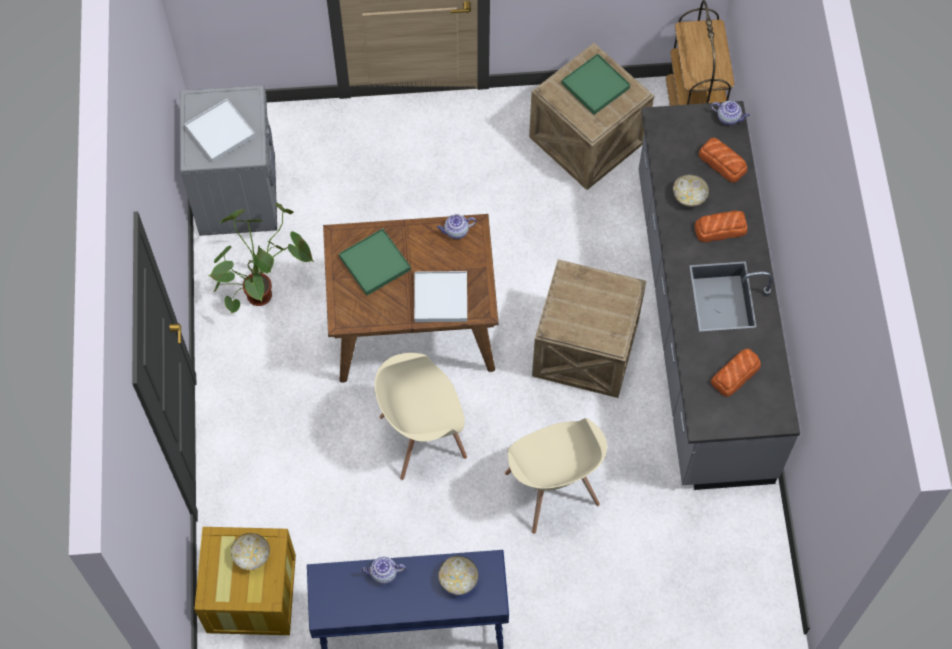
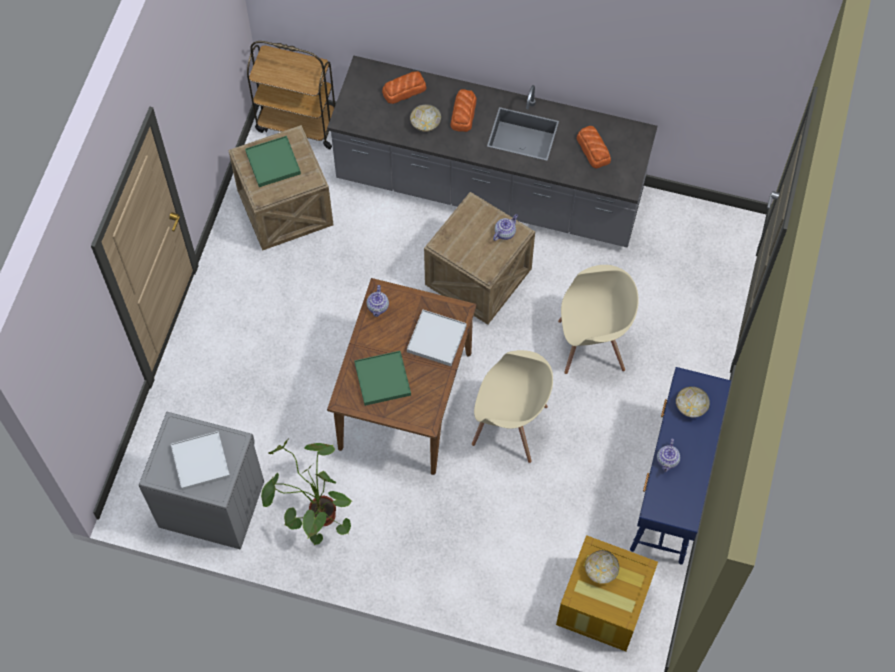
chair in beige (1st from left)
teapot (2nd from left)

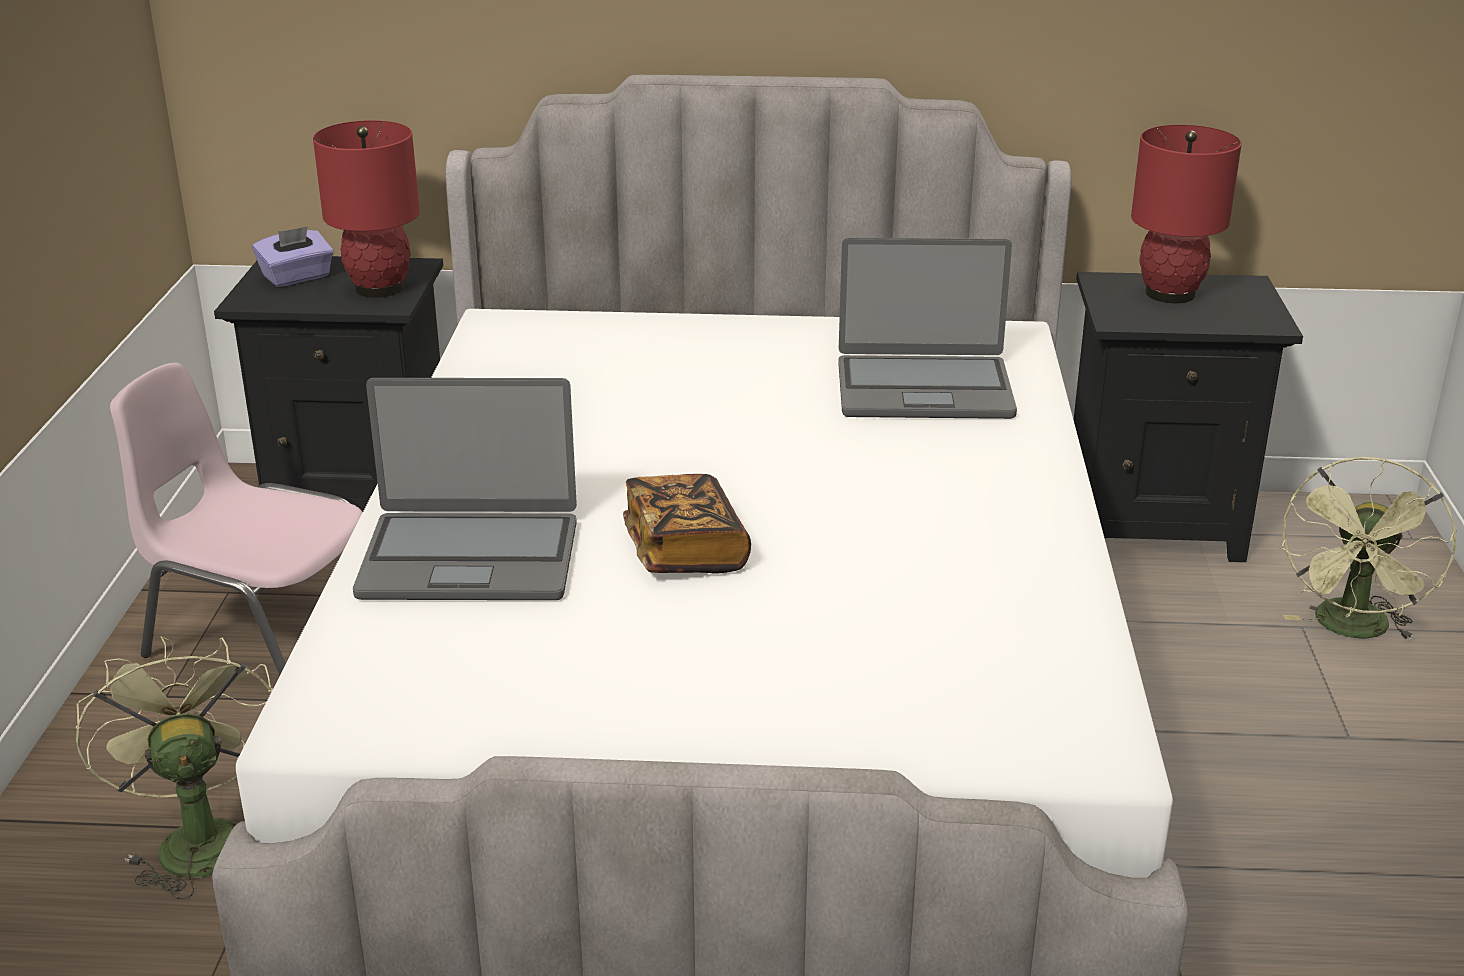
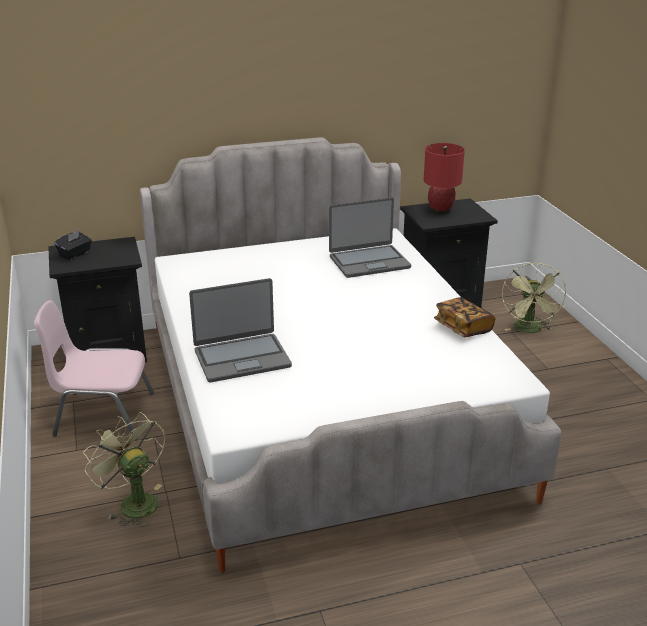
tissue box in black
book
table lamp in red (1st from left in the first image)

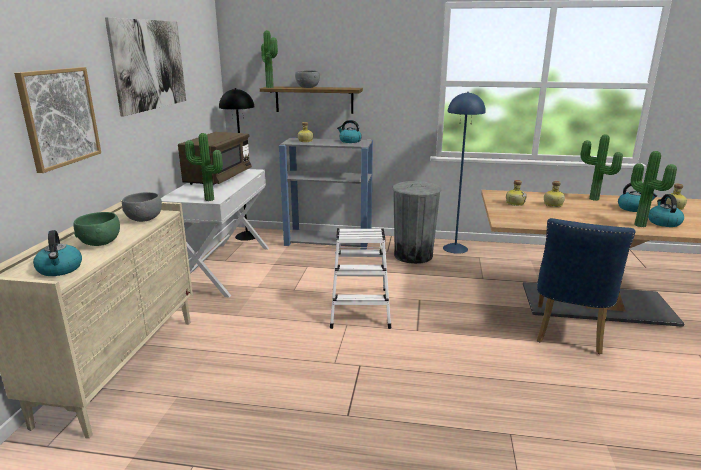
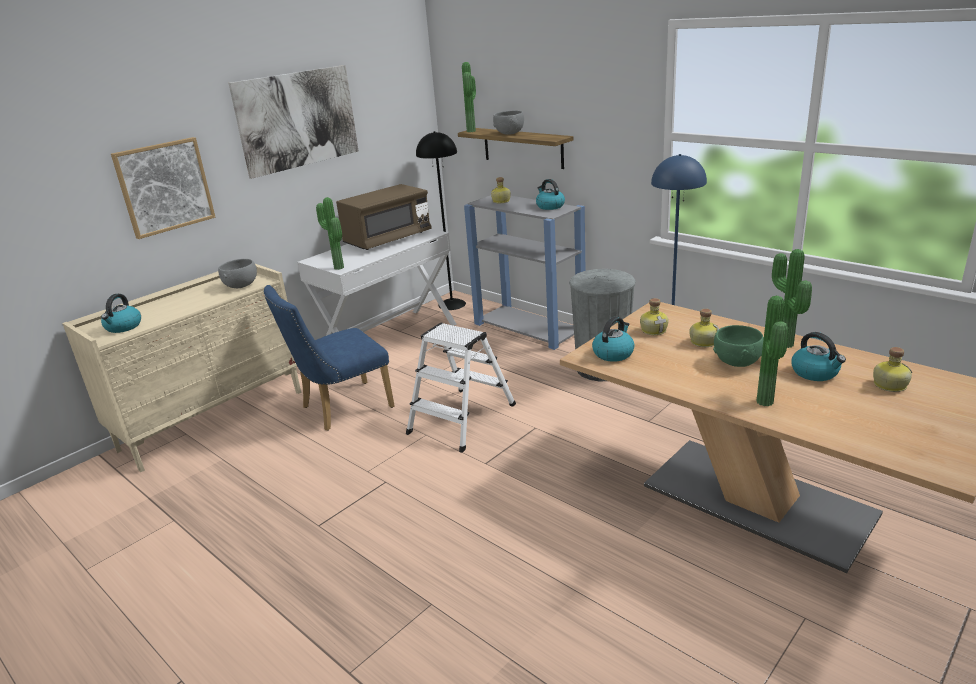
chair in blue
kettle (3rd from left)
bowl in green

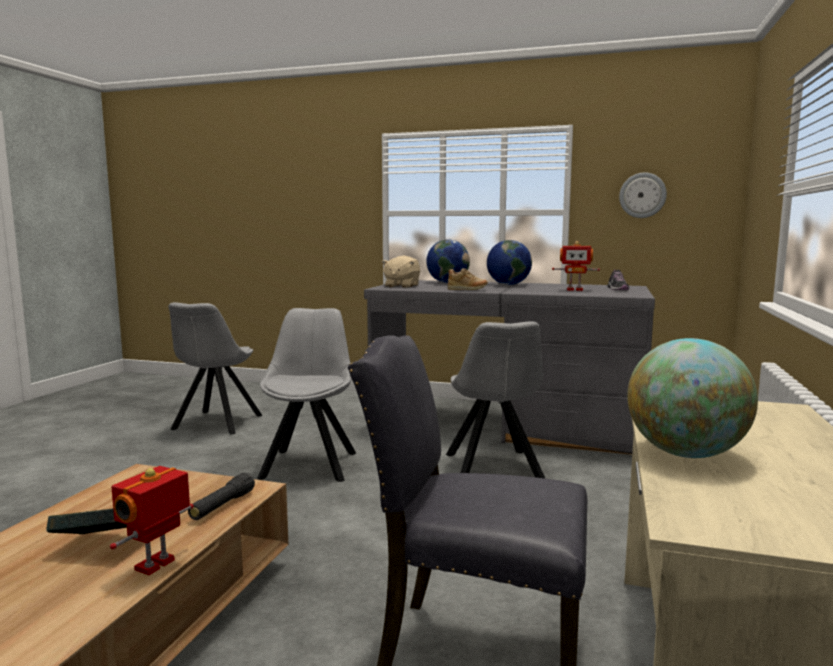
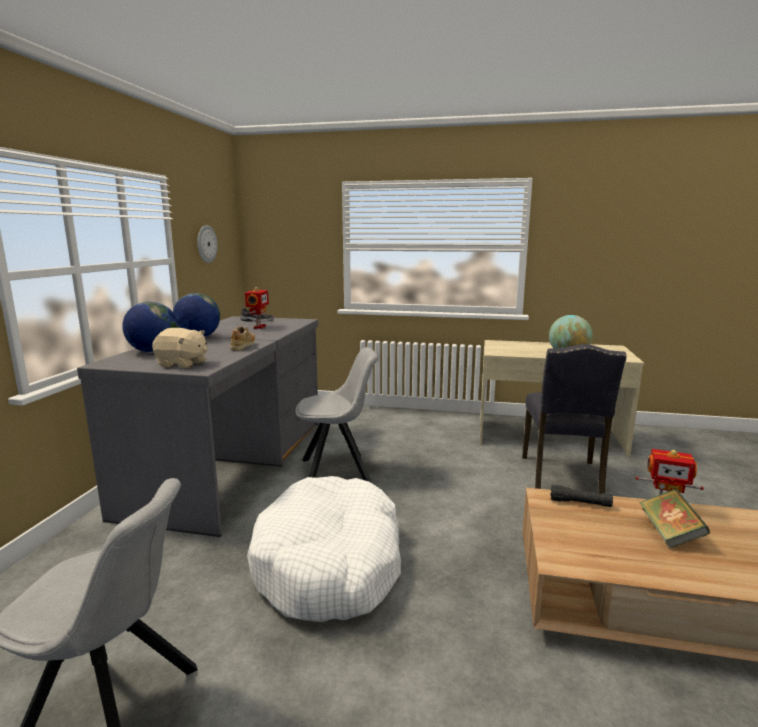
dog bed in white

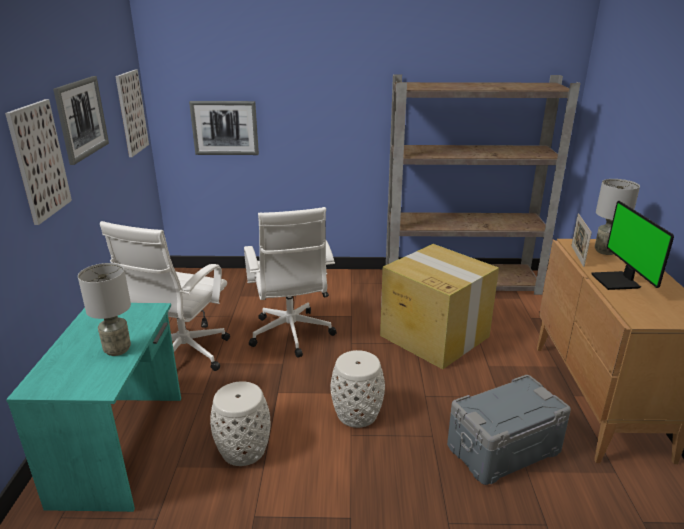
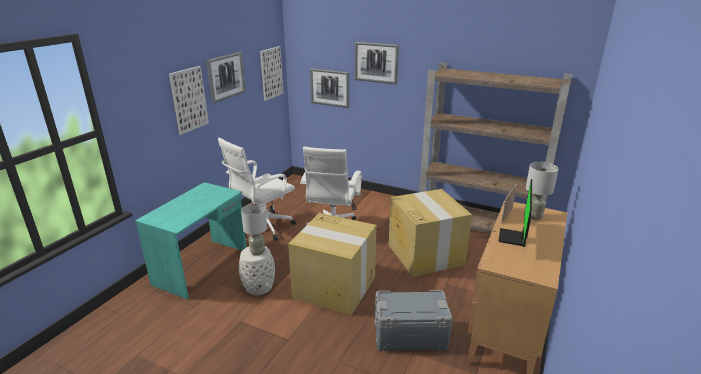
table lamp in grey (1st from left)
cardboard box (1st from left)
picture (5th from left)

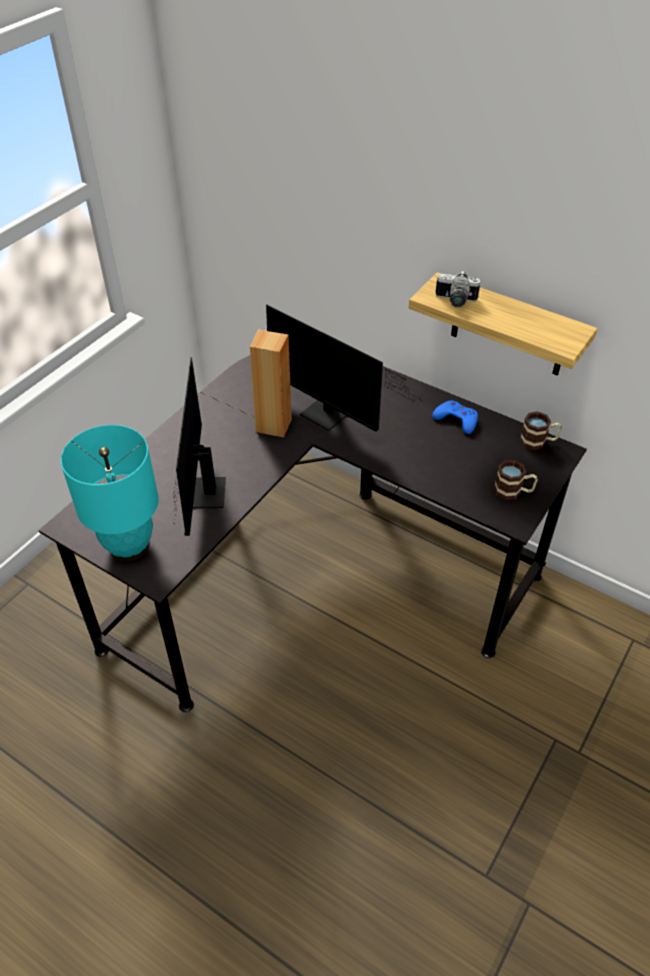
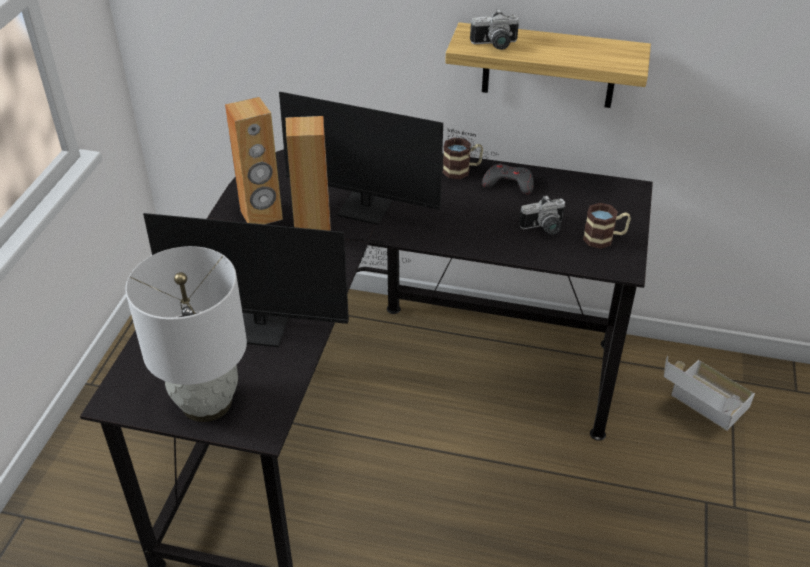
table lamp in white
monitor (1st from left)
speaker in brown (1st from left)
mug (1st from left)
game controller in grey
photo camera (2nd from left)
cardboard box

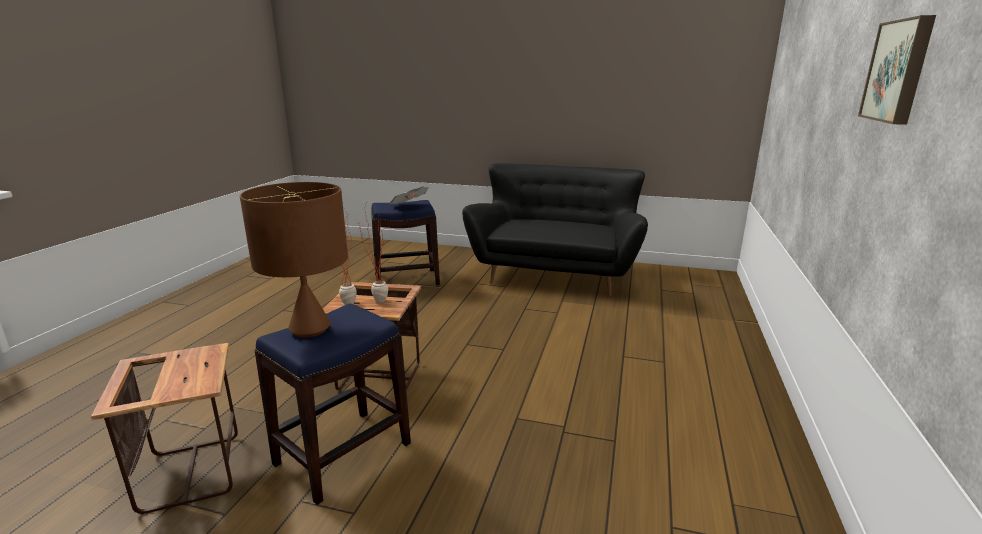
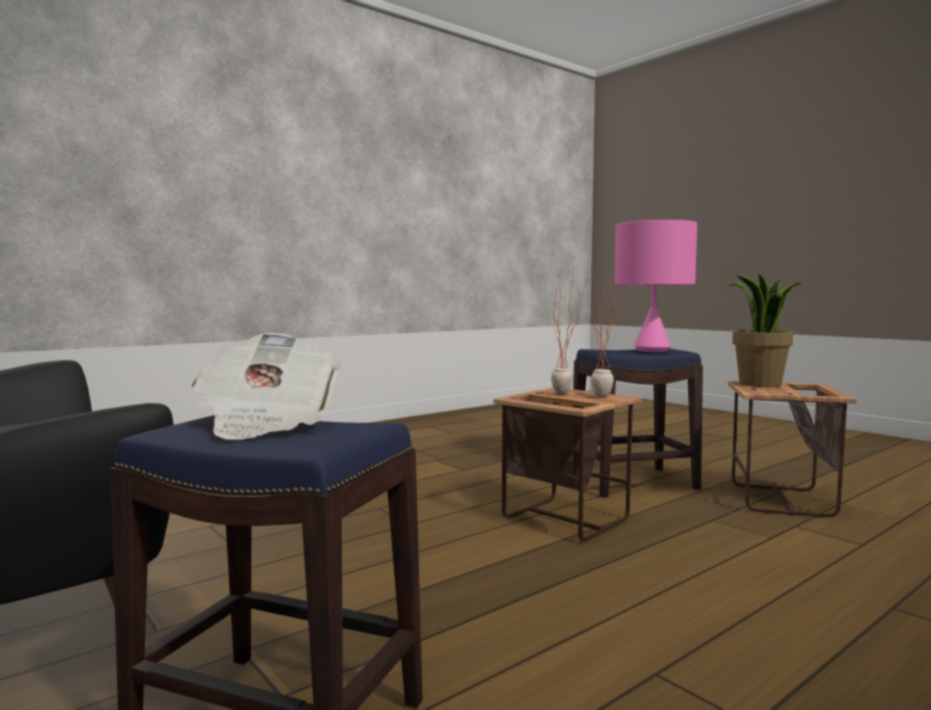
table lamp in pink
potted plant (3rd from left)
picture

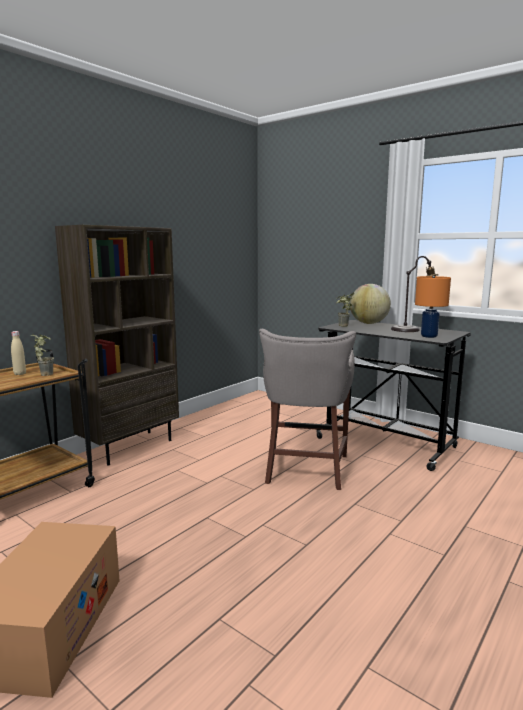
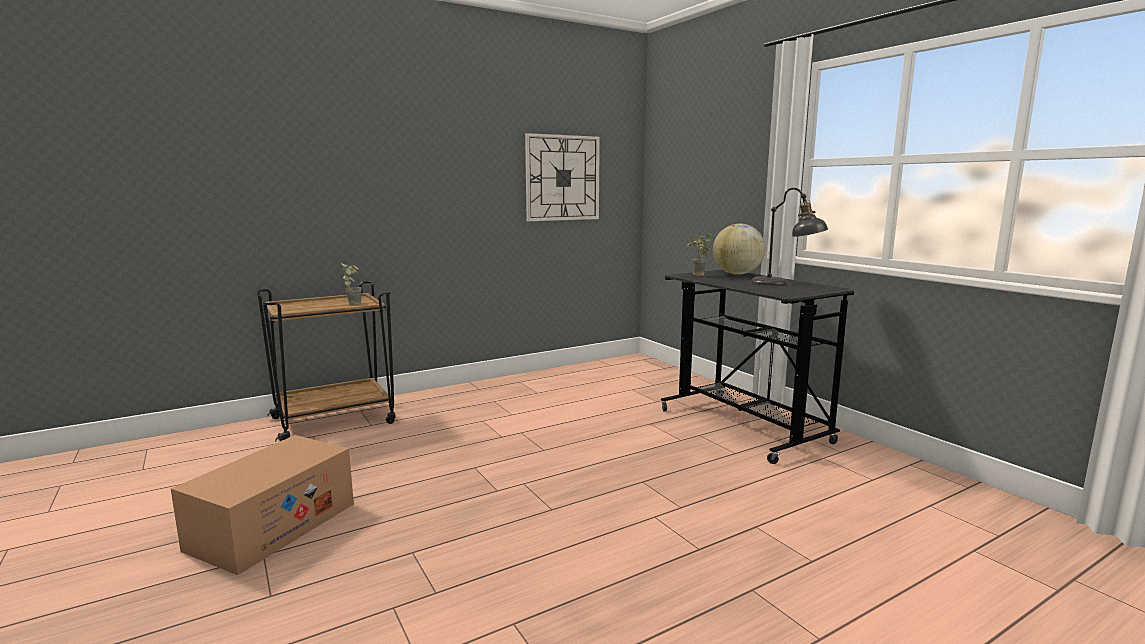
wall clock
bottle in beige
bookcase in brown
stool in grey
table lamp in orange

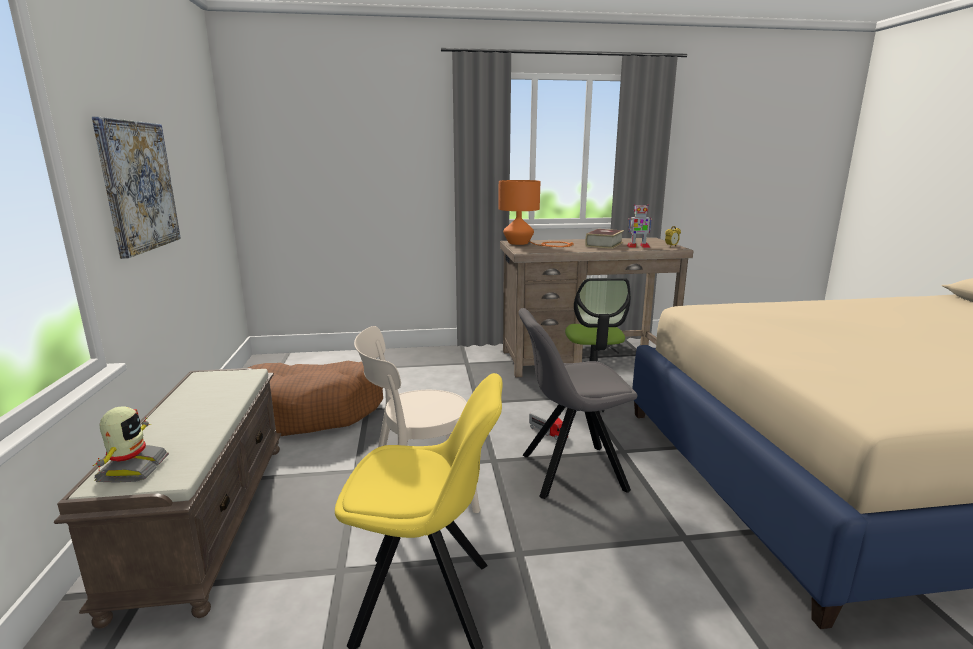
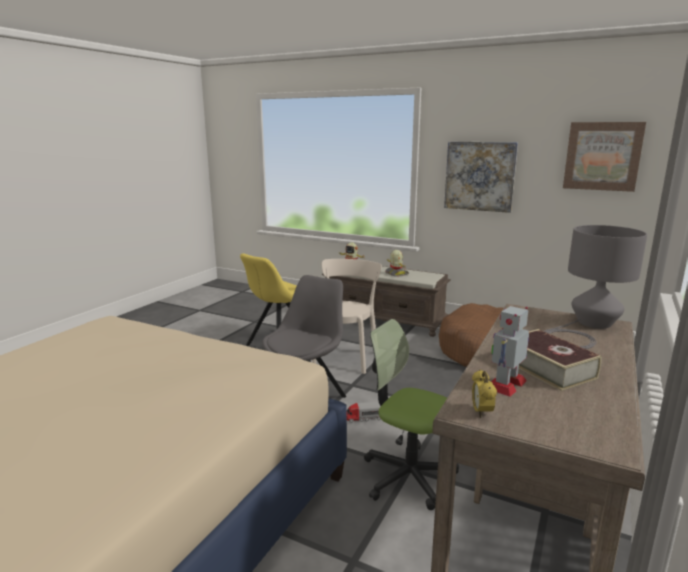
toy robot (2nd from left)
table lamp in grey
picture (2nd from left)

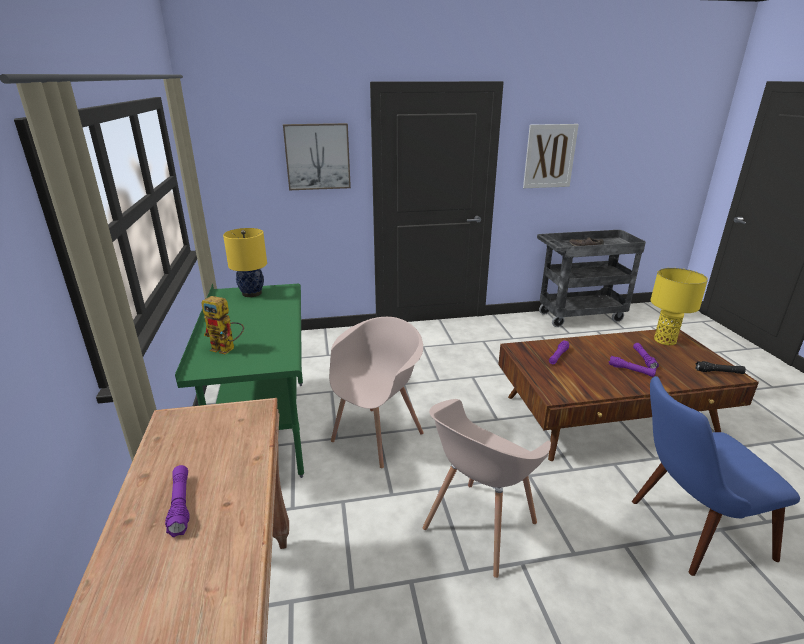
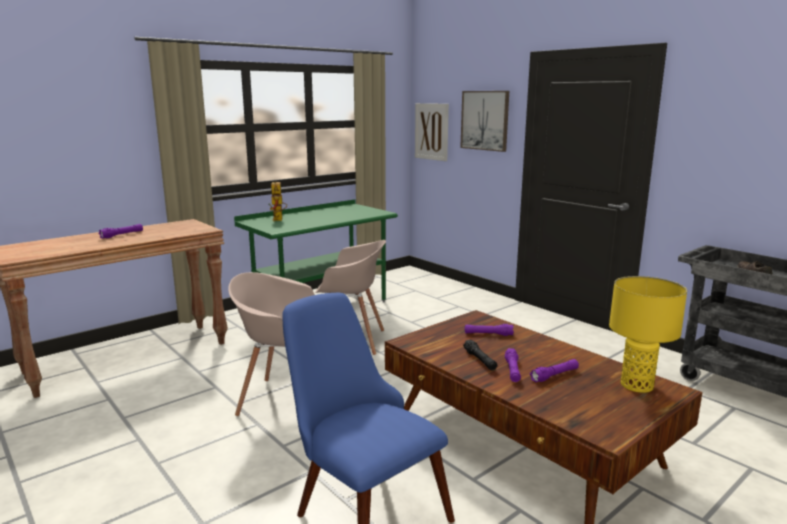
picture (1st from left)
flashlight in black
table lamp in yellow (1st from left in the first image)

